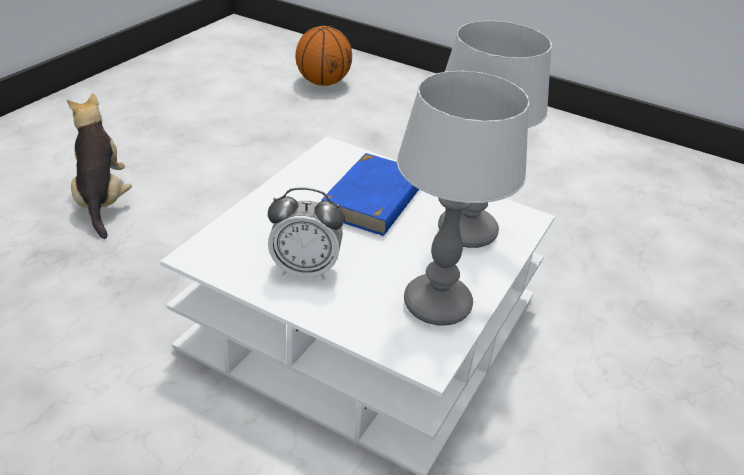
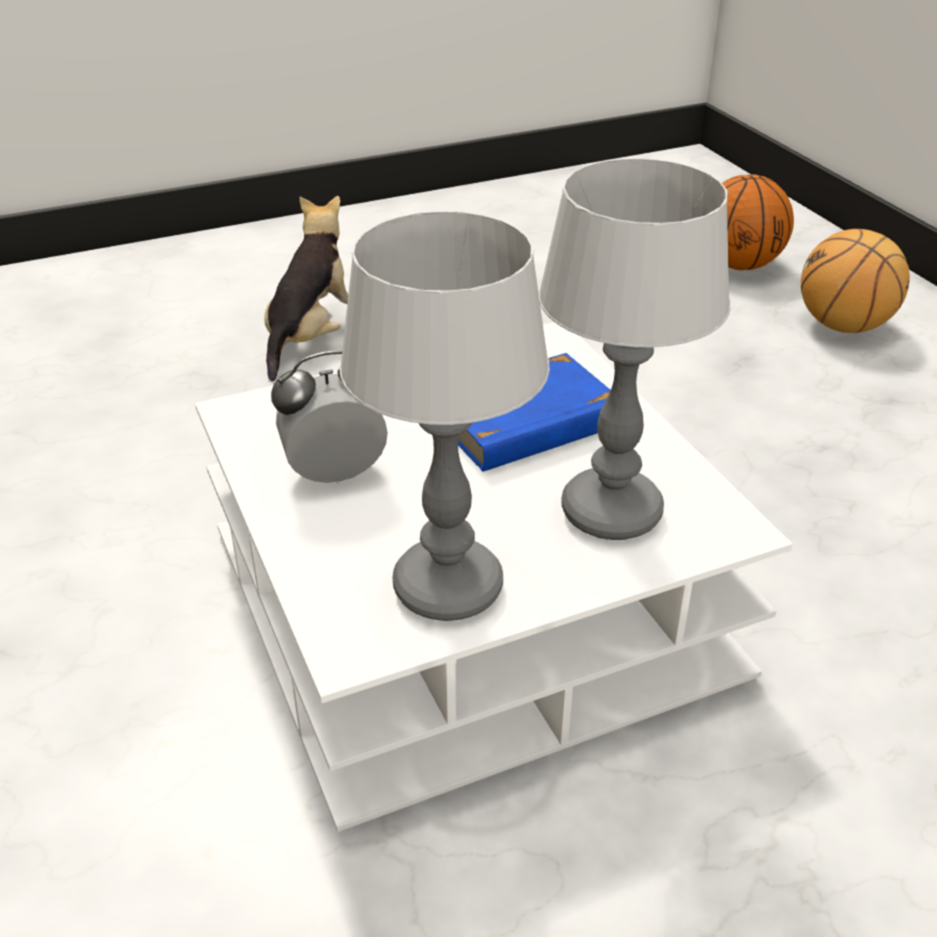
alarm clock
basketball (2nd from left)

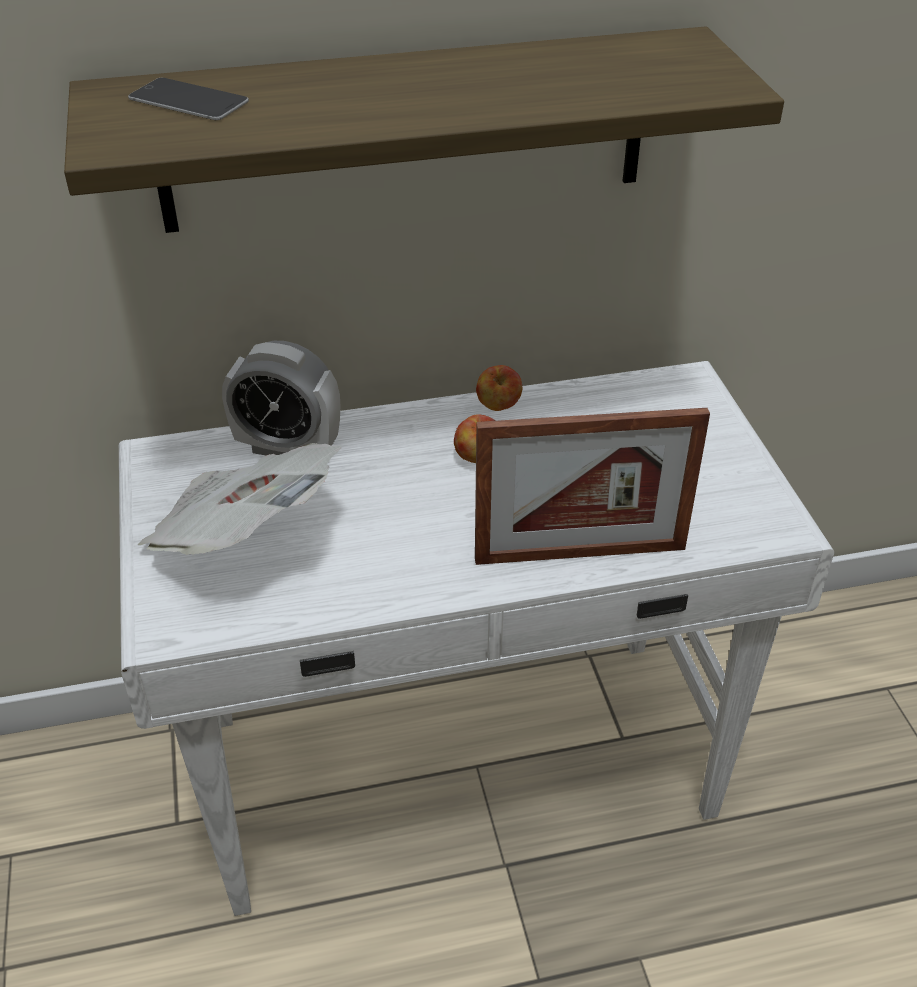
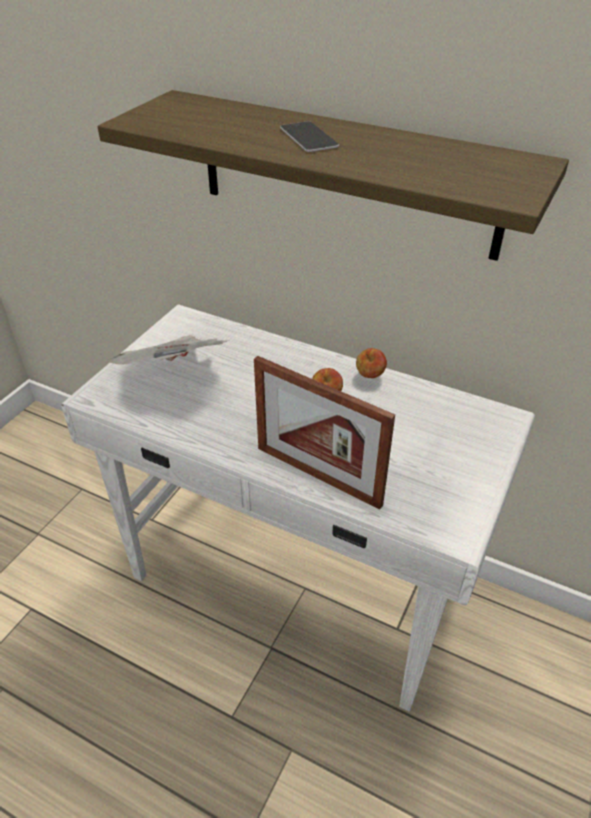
phone
alarm clock

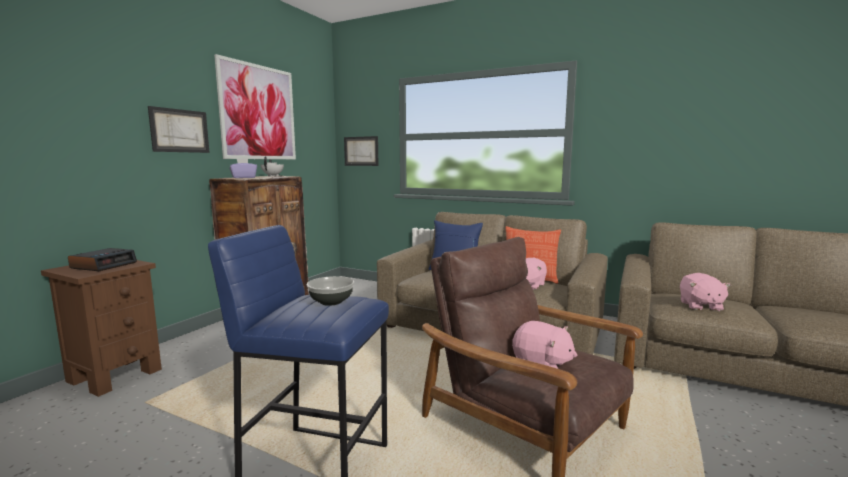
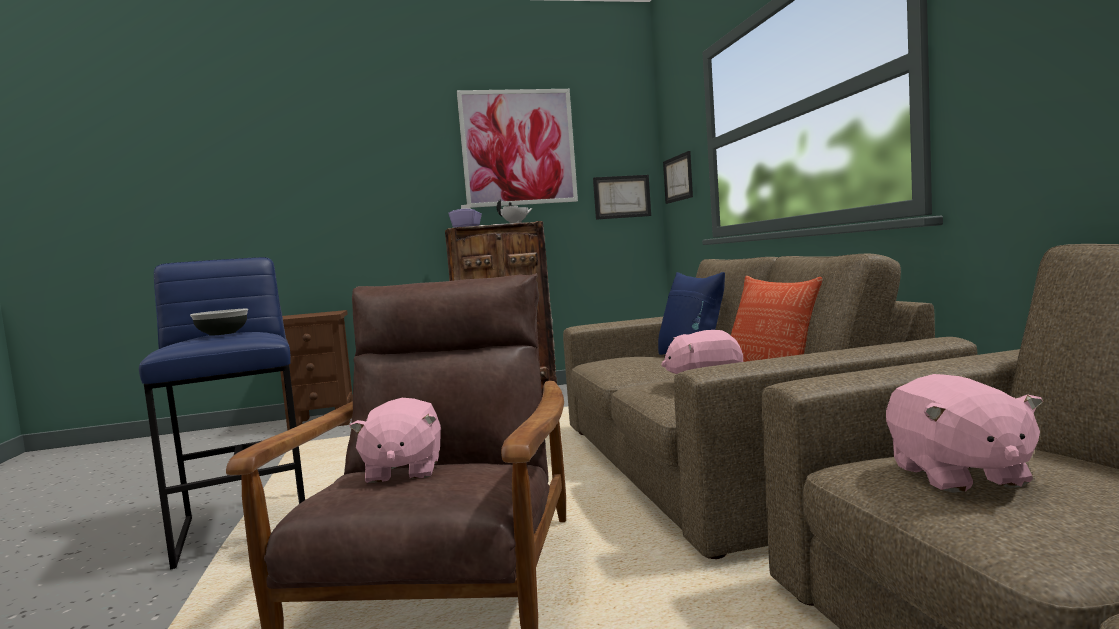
picture (2nd from left)
plush toy in pink (3rd from left)
alarm clock

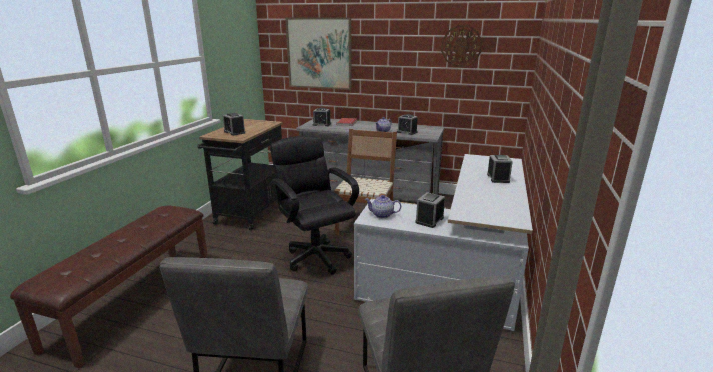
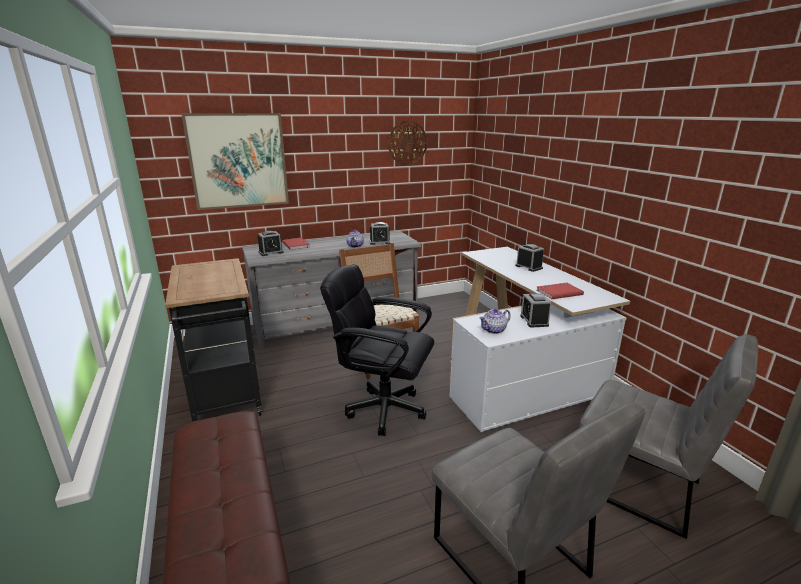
book in red (2nd from left)
alarm clock (1st from left in the first image)

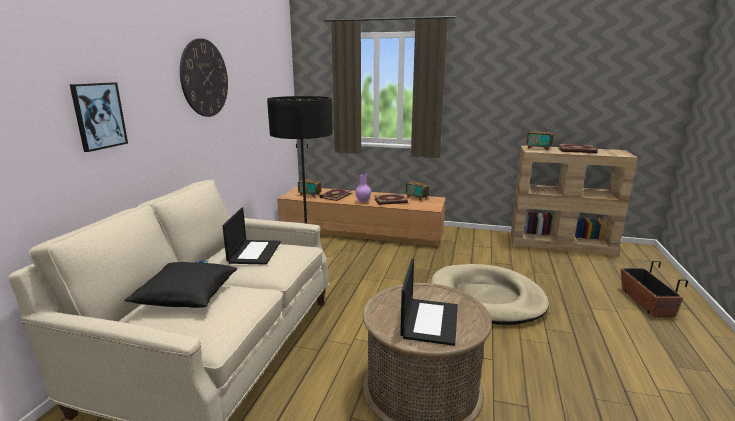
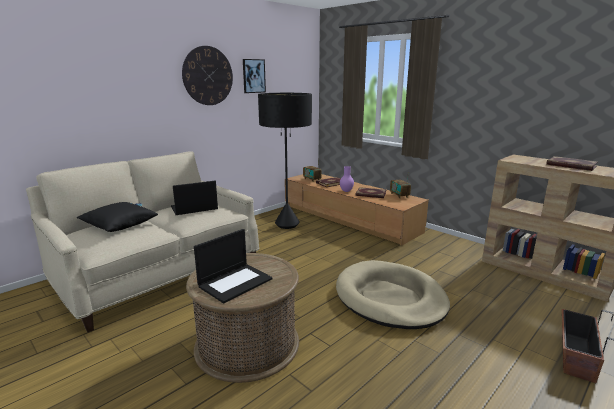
laptop (1st from left)
picture
radio (3rd from left in the first image)

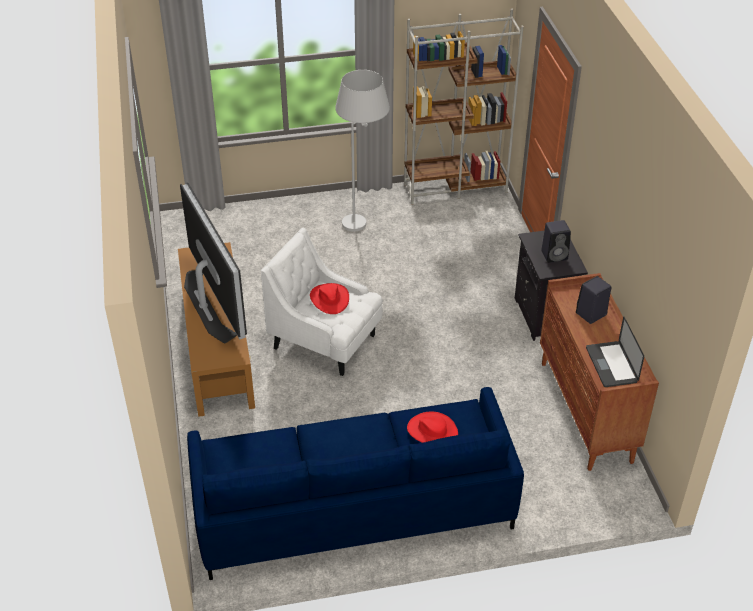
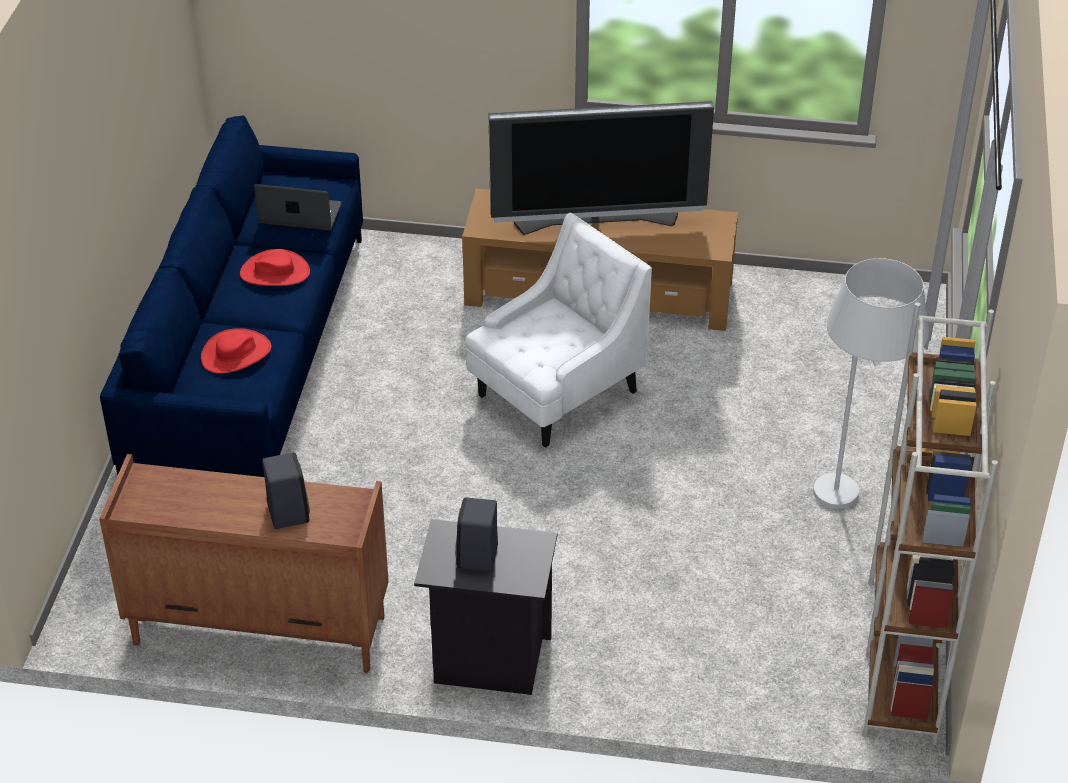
hat in red (2nd from left)
laptop

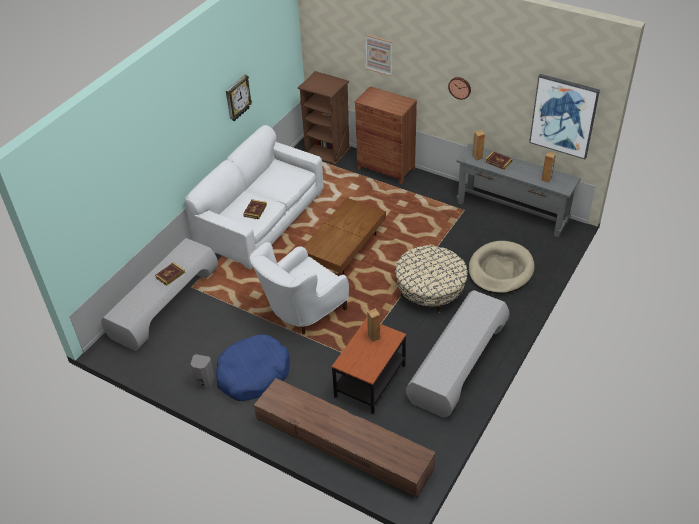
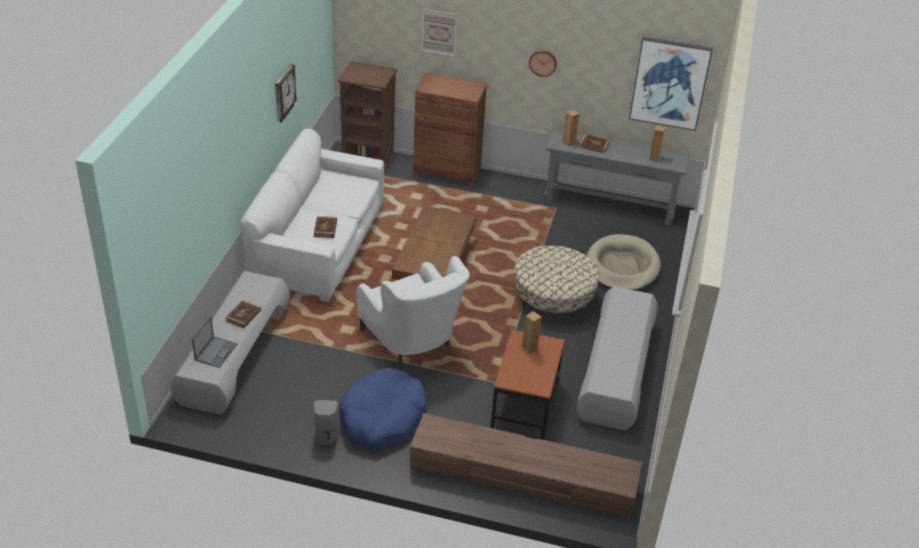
laptop
armchair in white

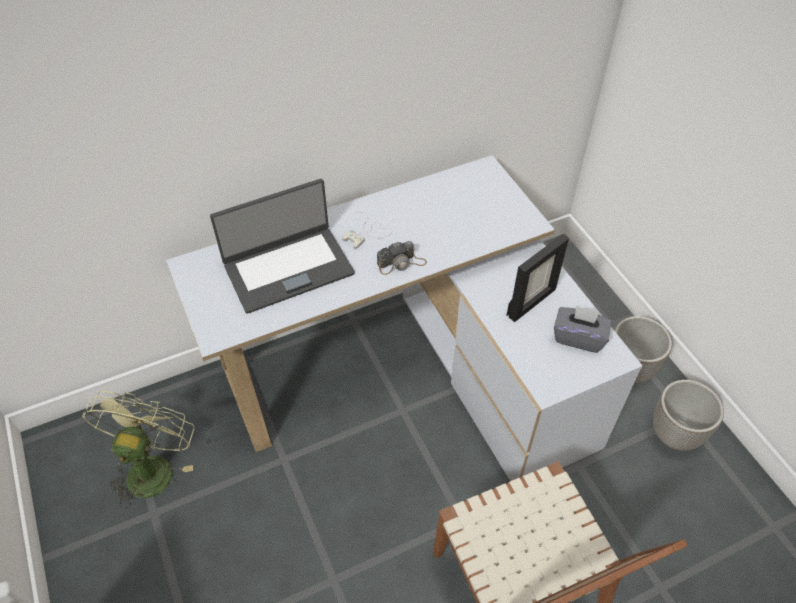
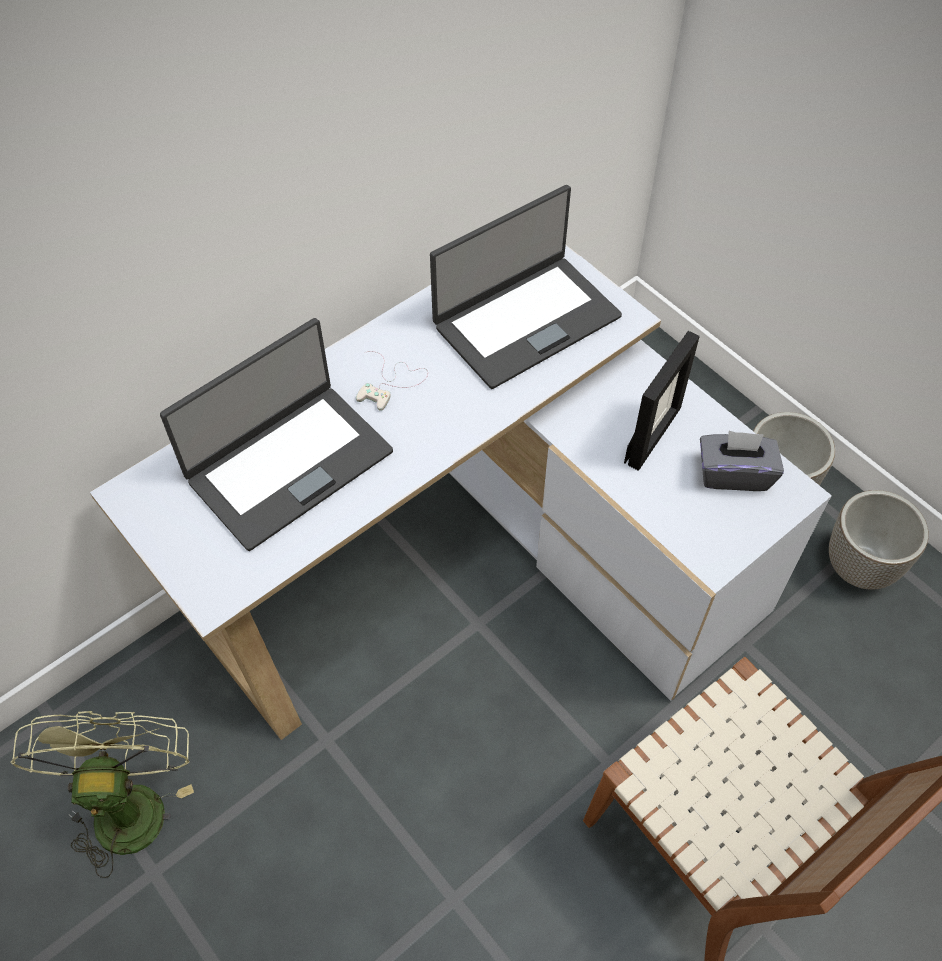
laptop (2nd from left)
photo camera

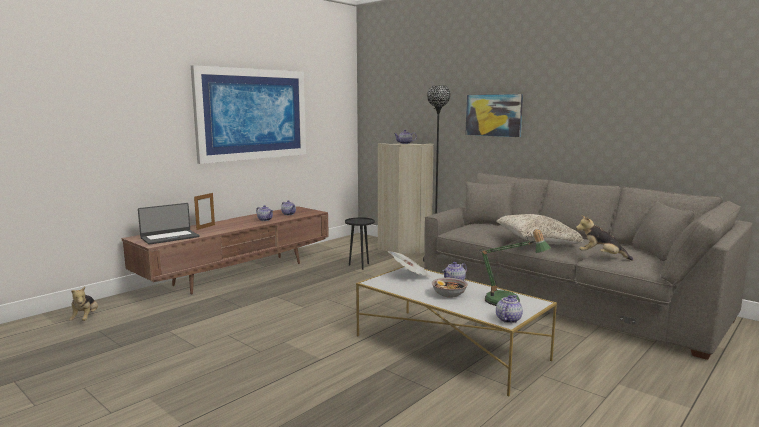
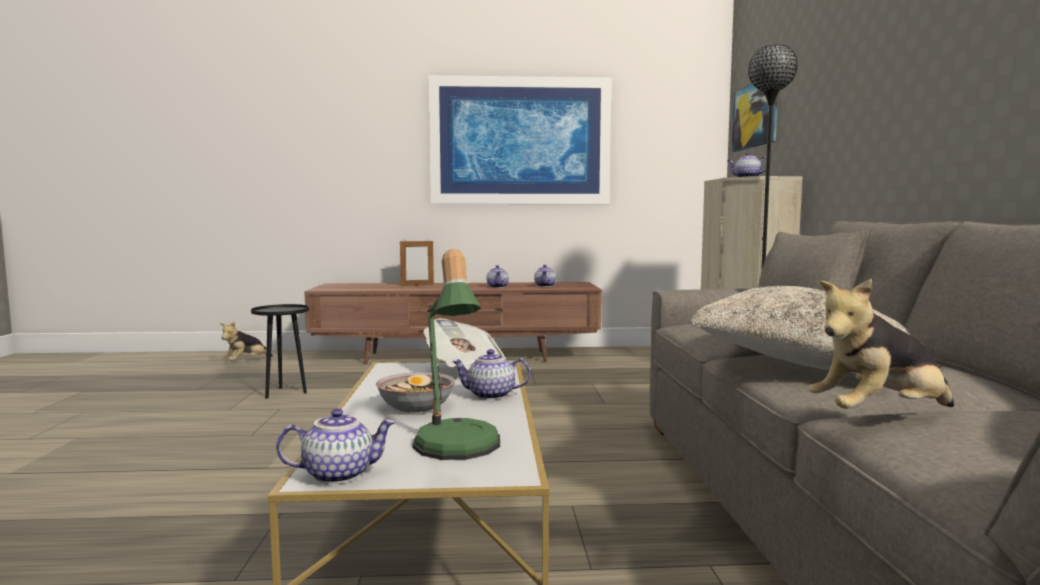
side table in black
picture (2nd from left)
plush toy (2nd from left)
laptop

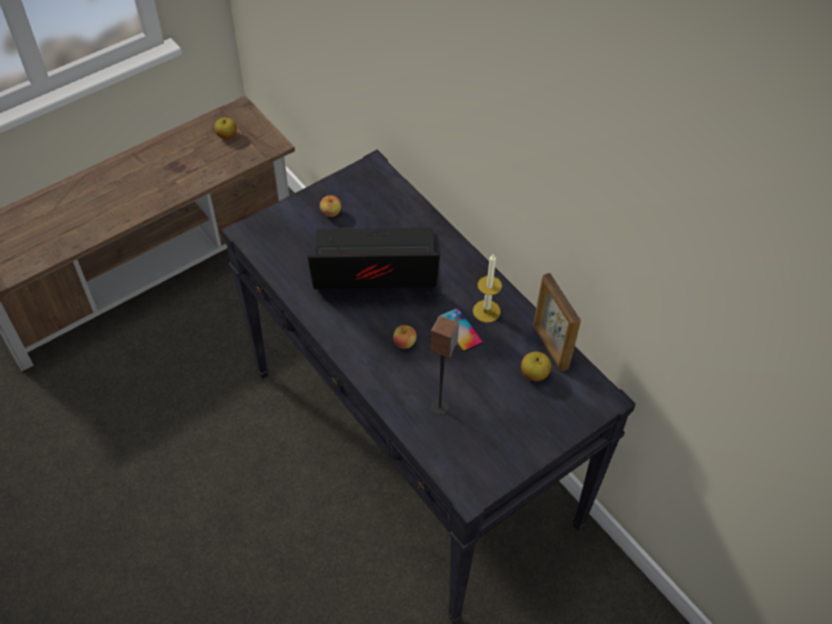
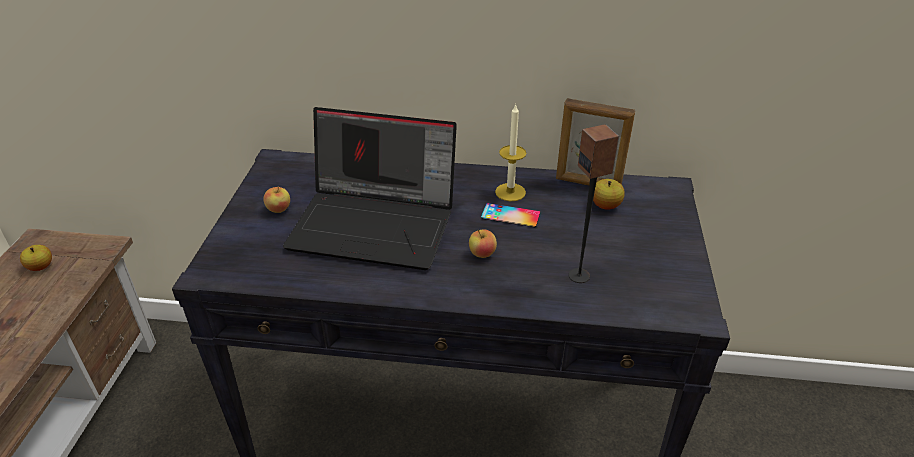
laptop

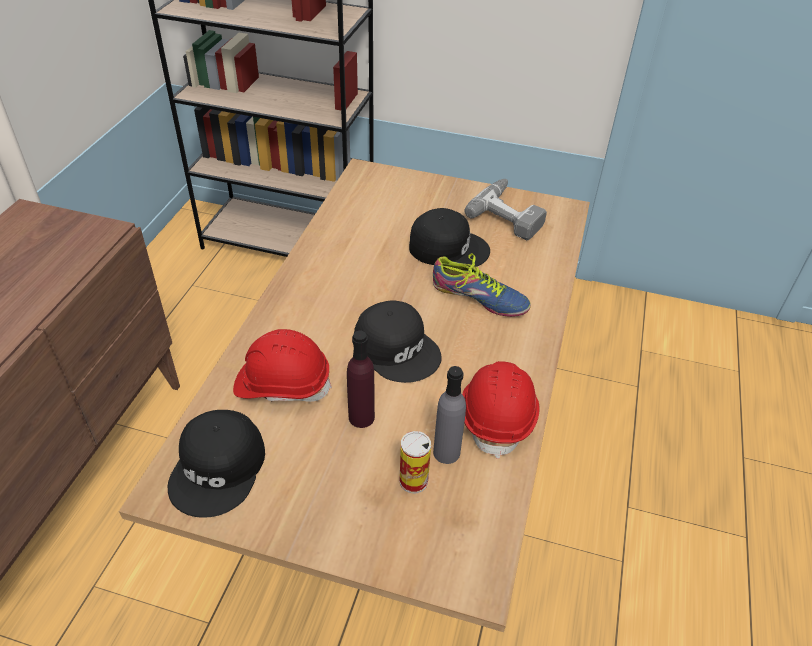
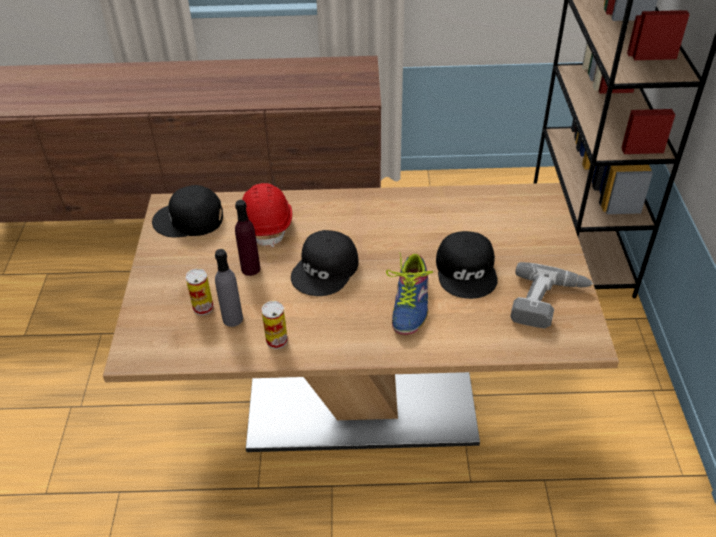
can (2nd from left)

